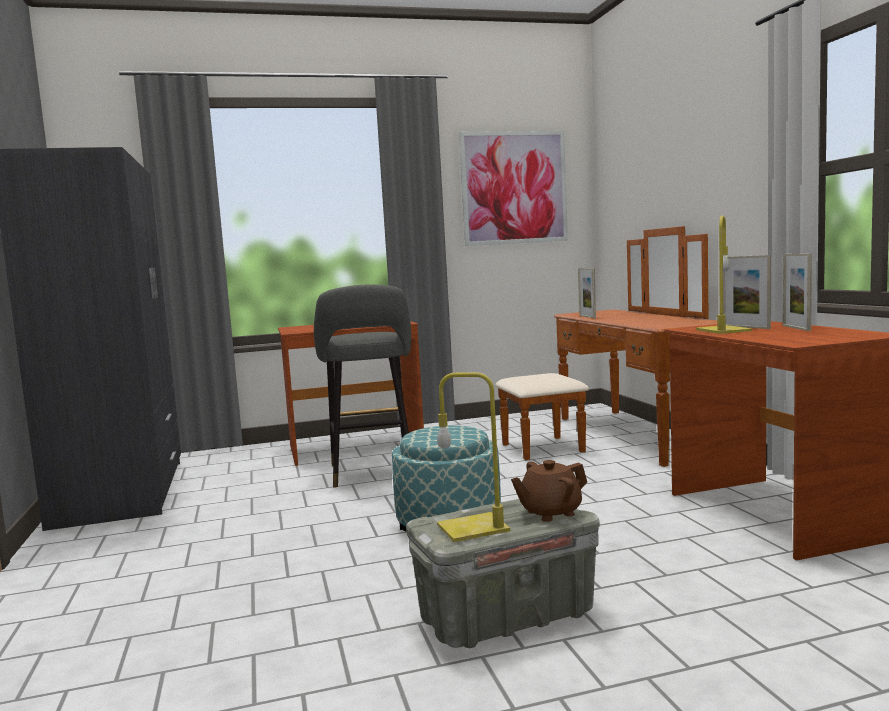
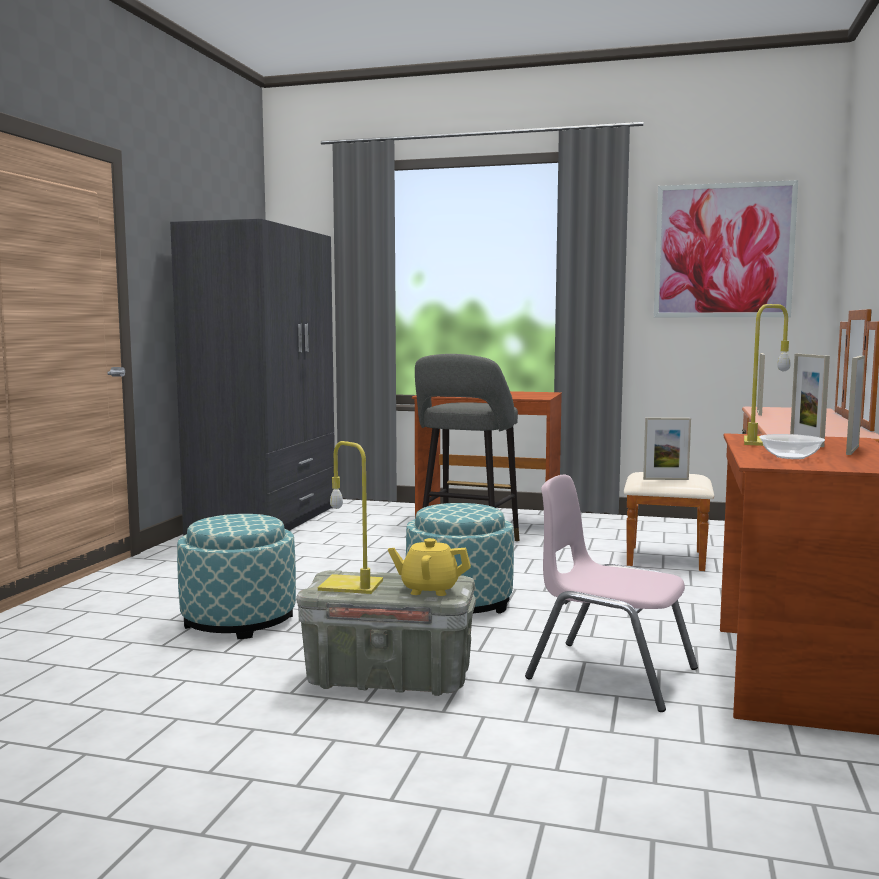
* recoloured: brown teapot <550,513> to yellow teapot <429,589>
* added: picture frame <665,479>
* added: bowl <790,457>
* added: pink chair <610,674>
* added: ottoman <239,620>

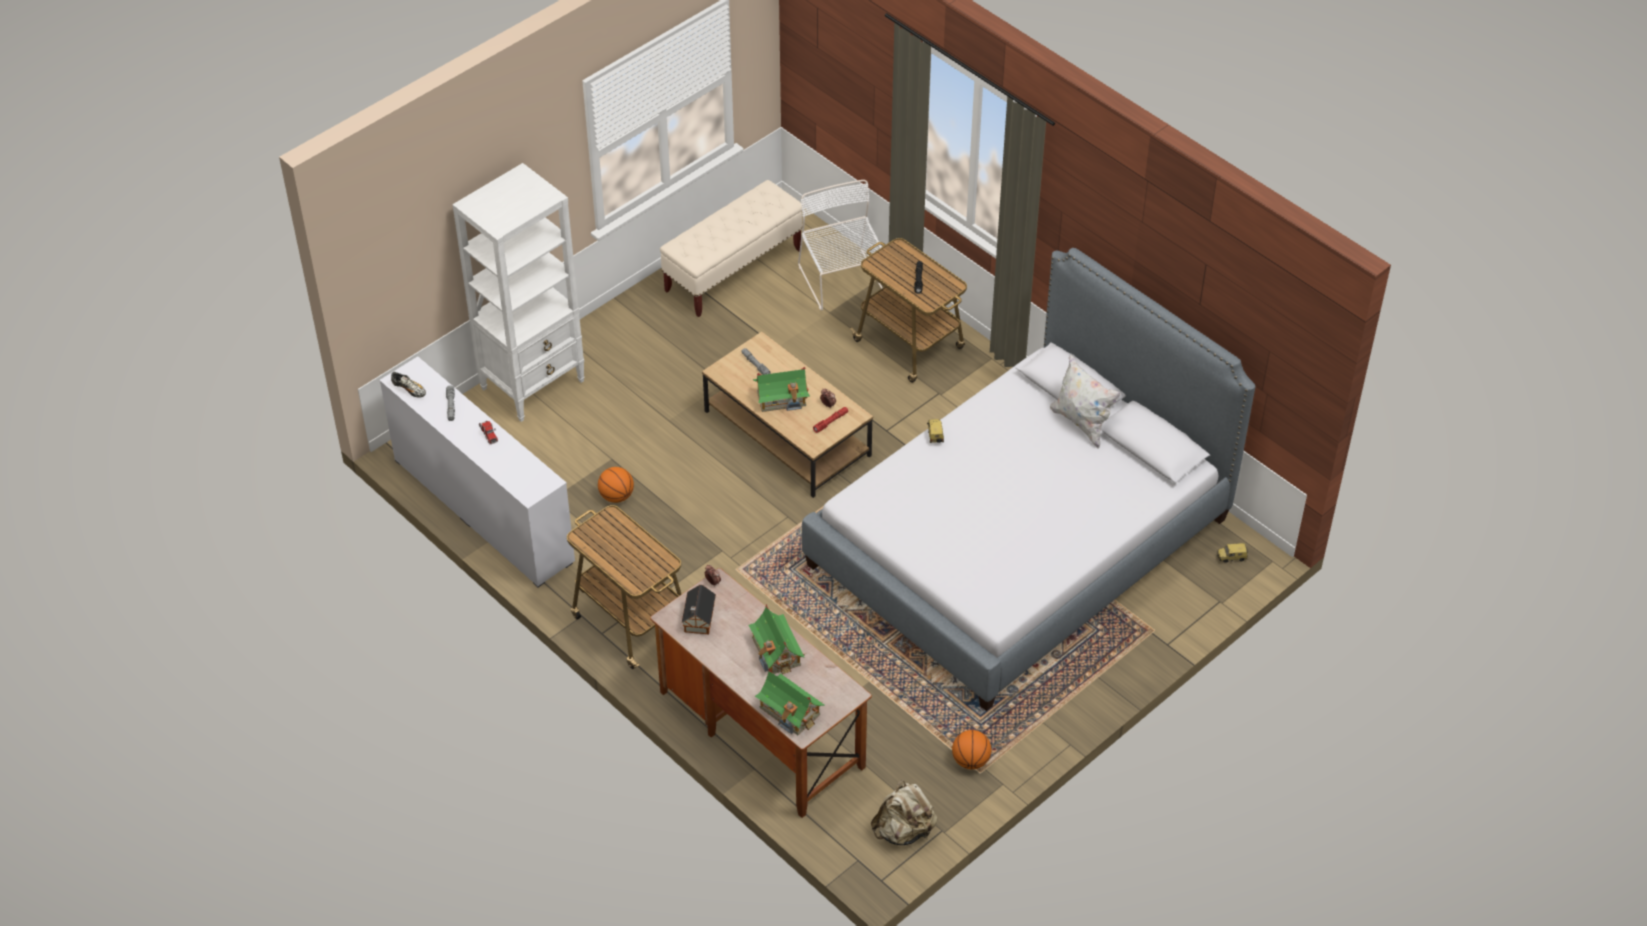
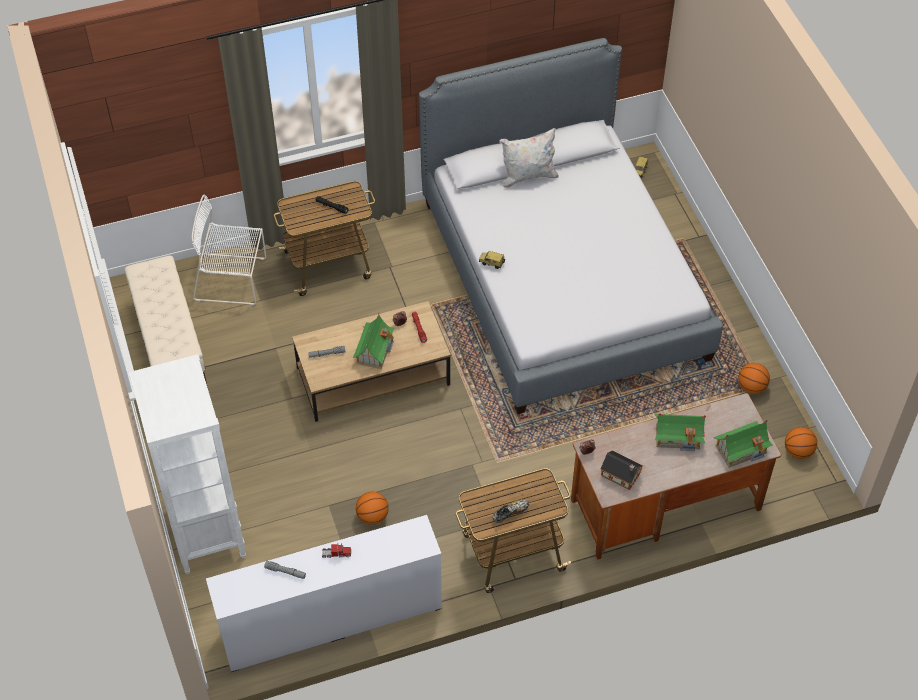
* moved: shoe <409,390> to <510,513>
* replaced: beige backpack <904,831> to basketball <798,451>

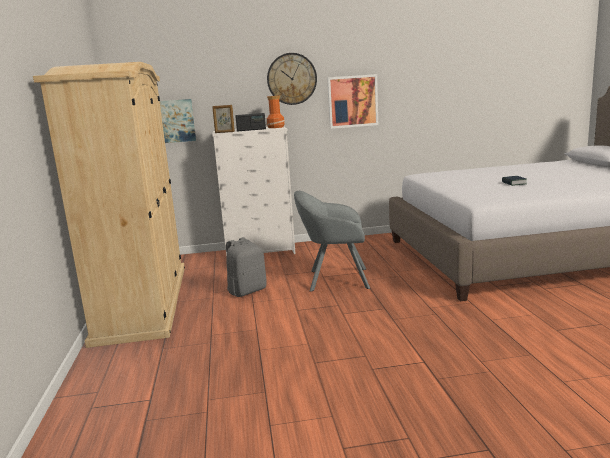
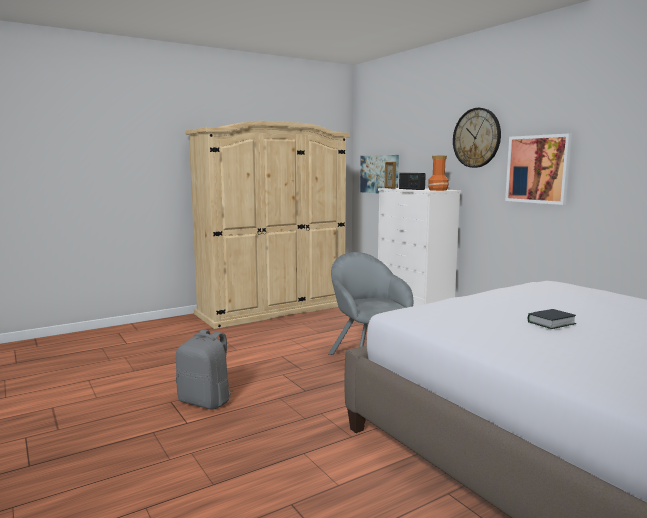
* moved: grey backpack <247,291> to <206,401>

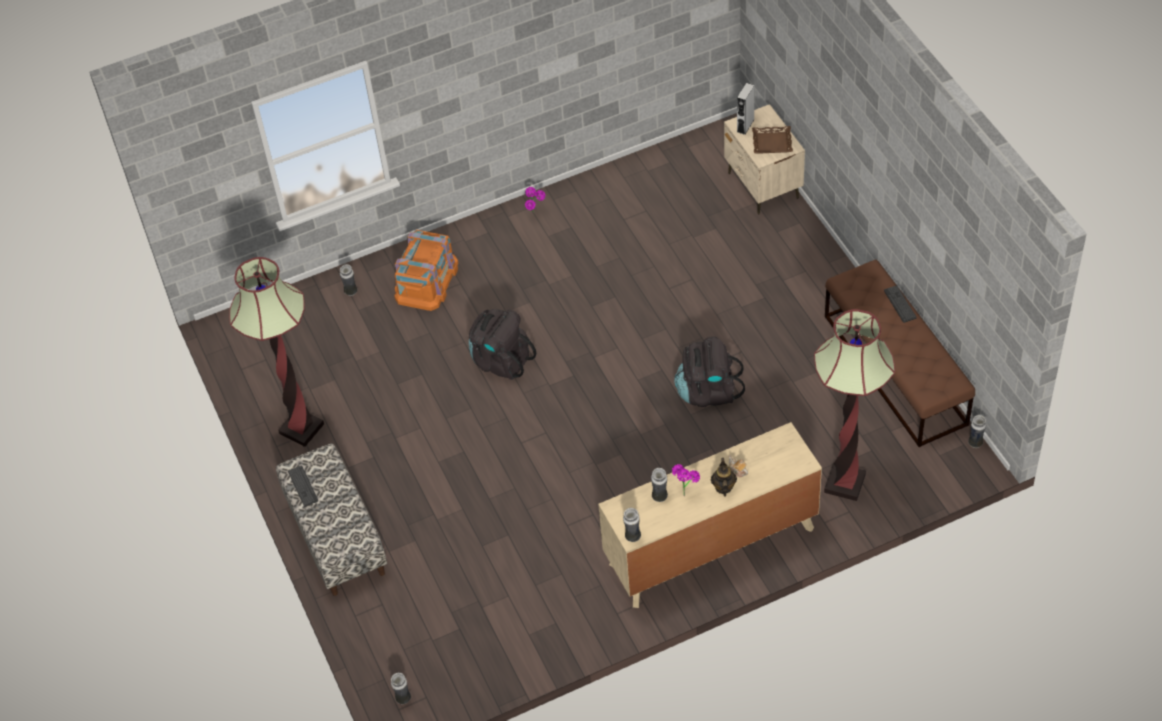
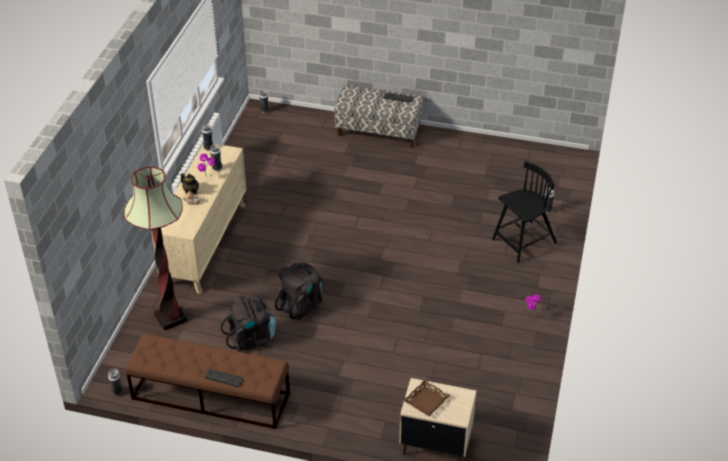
* removed: grey speaker <745,125>
* replaced: orange storage box <426,280> to black chair <523,242>
* removed: floor lamp <301,428>
* moved: black backpack <501,360> to <251,338>

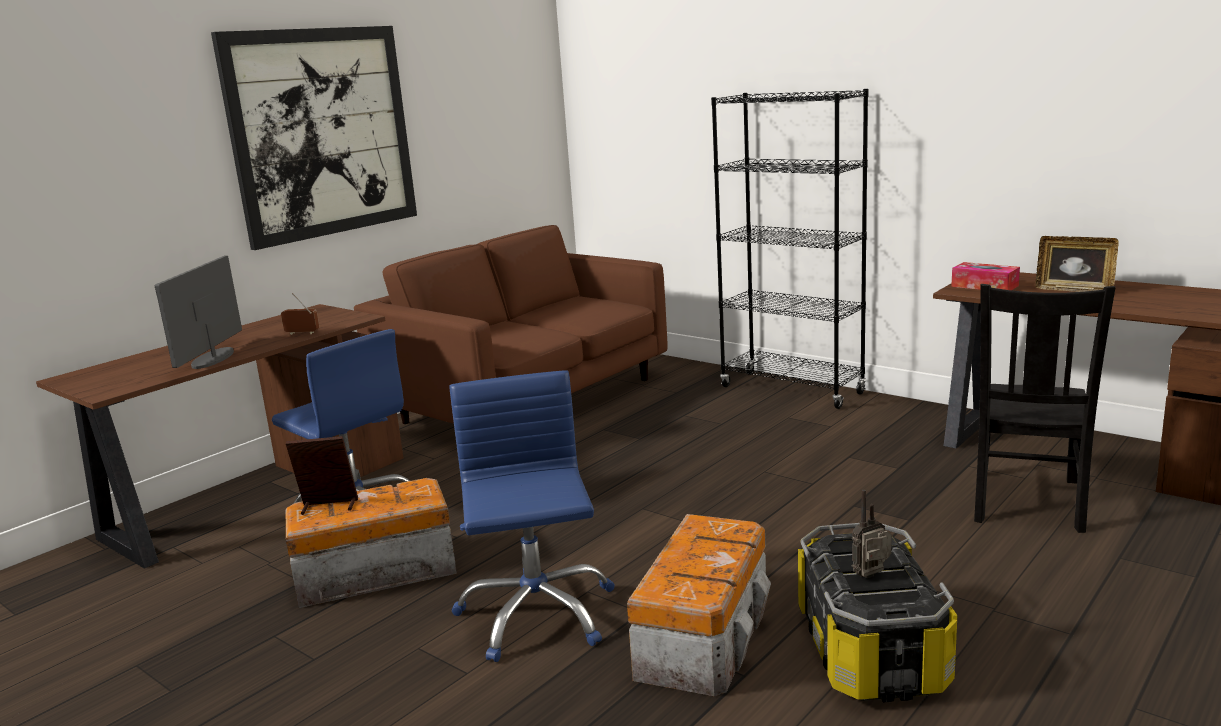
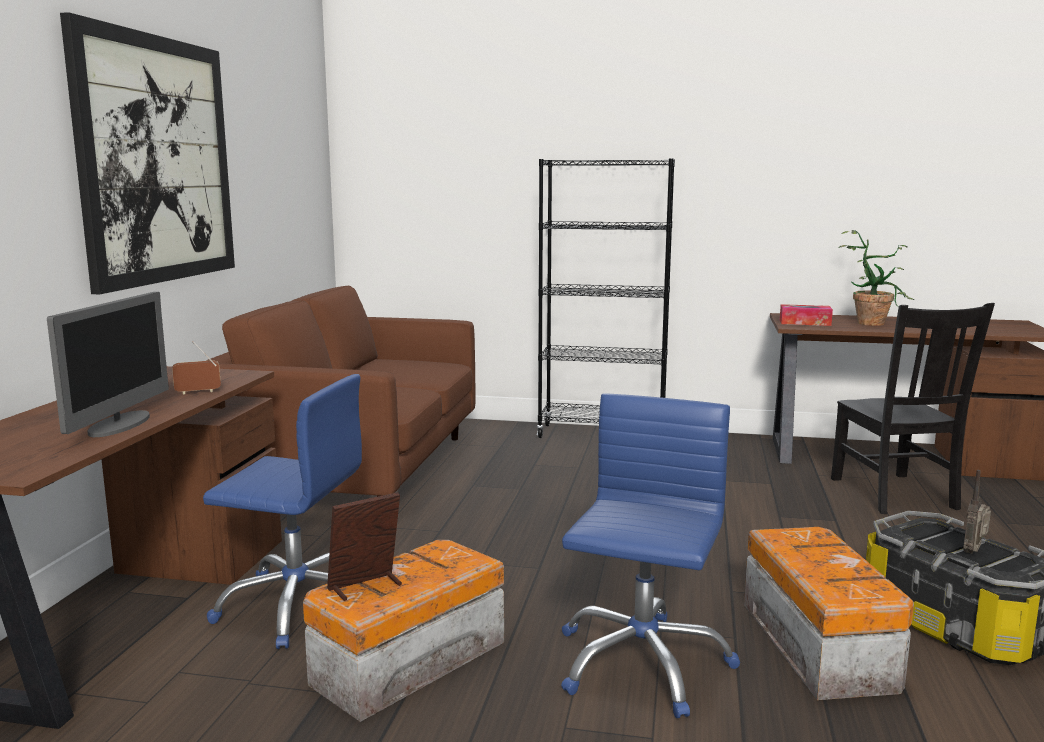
* replaced: picture frame <1074,290> to potted plant <872,322>
* turned: monitor <212,359> = <120,424> 150 degrees counterclockwise
* turned: blue office chair <536,614> = <641,662> 60 degrees clockwise

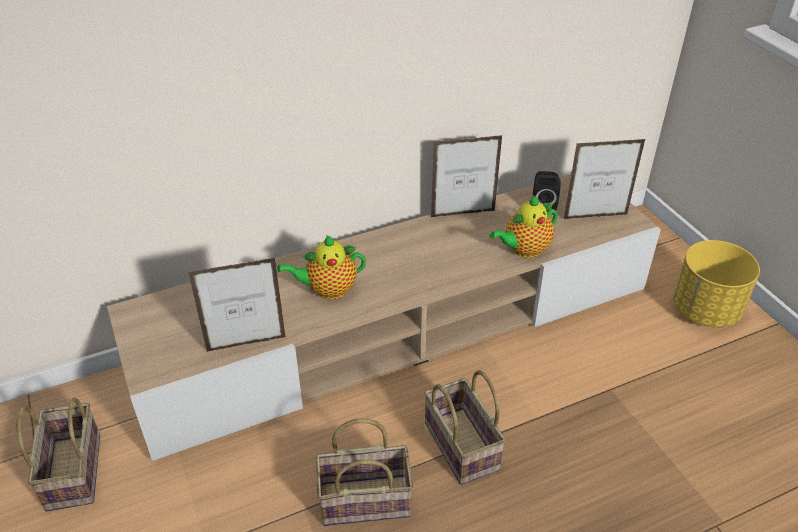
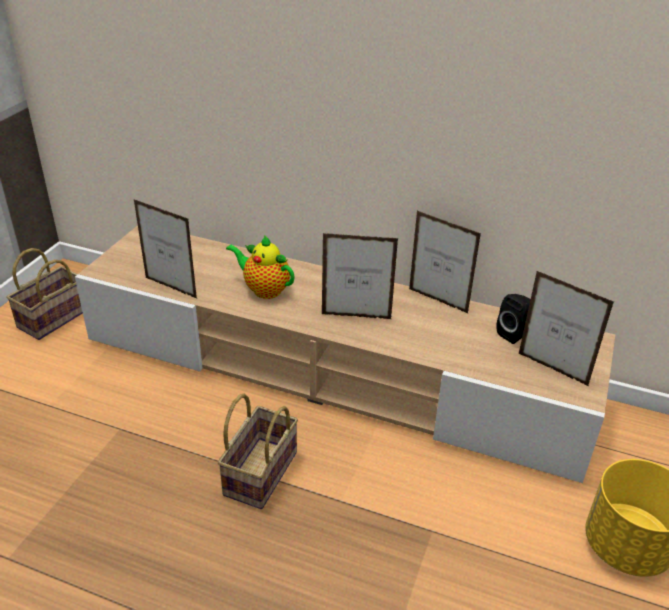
* removed: teapot <524,250>
* removed: basket <367,499>
* added: picture frame <356,316>

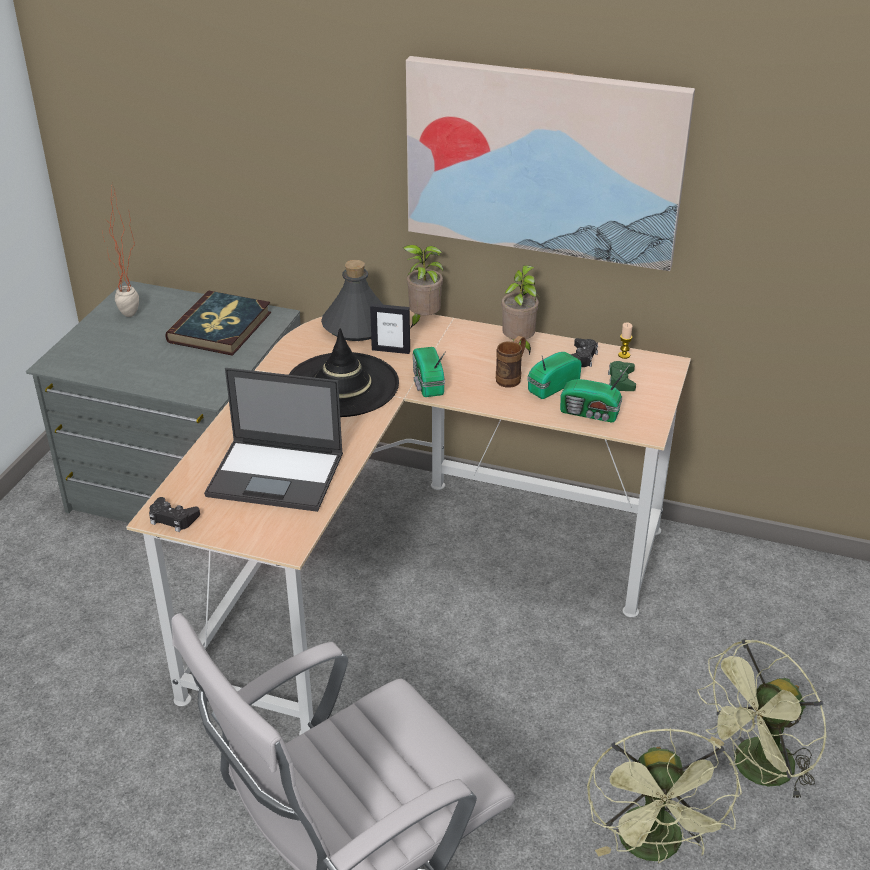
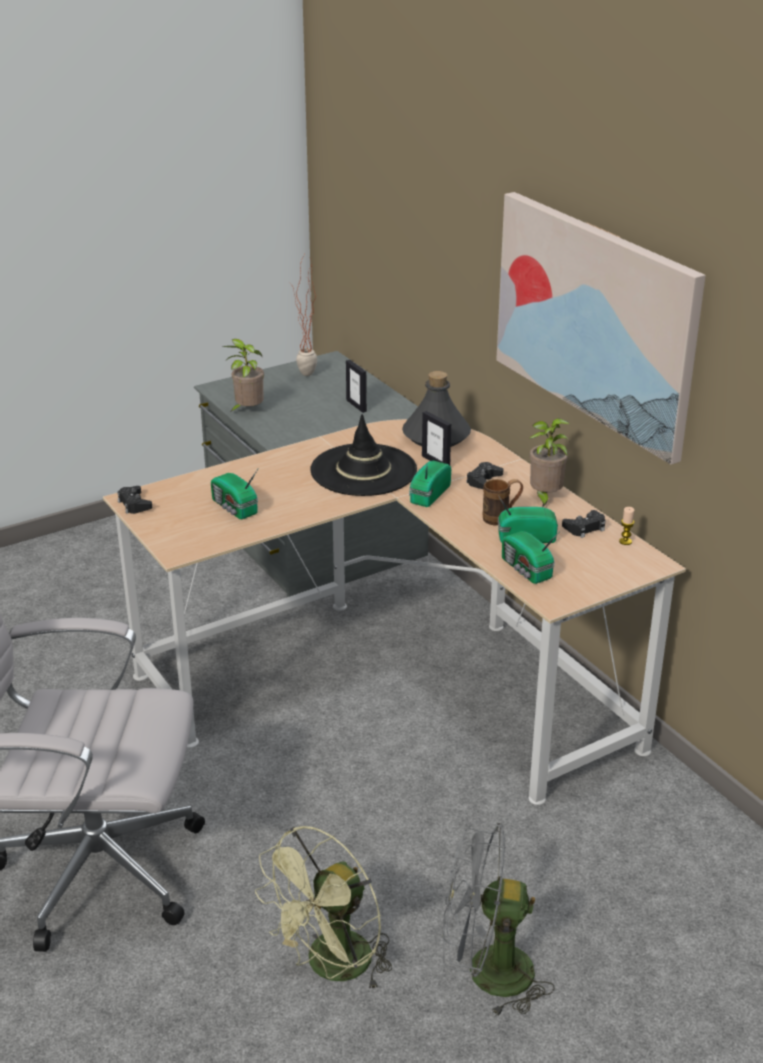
* moved: potted plant <423,320> to <247,411>
* replaced: book <220,327> to picture frame <356,406>
* removed: green game controller <621,381>
* replaced: laptop <277,475> to radio <234,508>
* recoloured: green fan <756,772> to grey fan <485,973>
* added: black game controller <483,480>

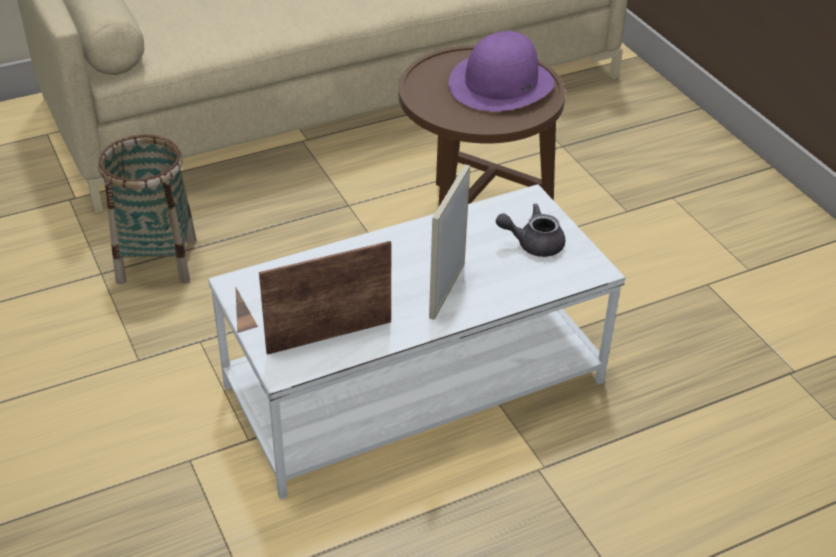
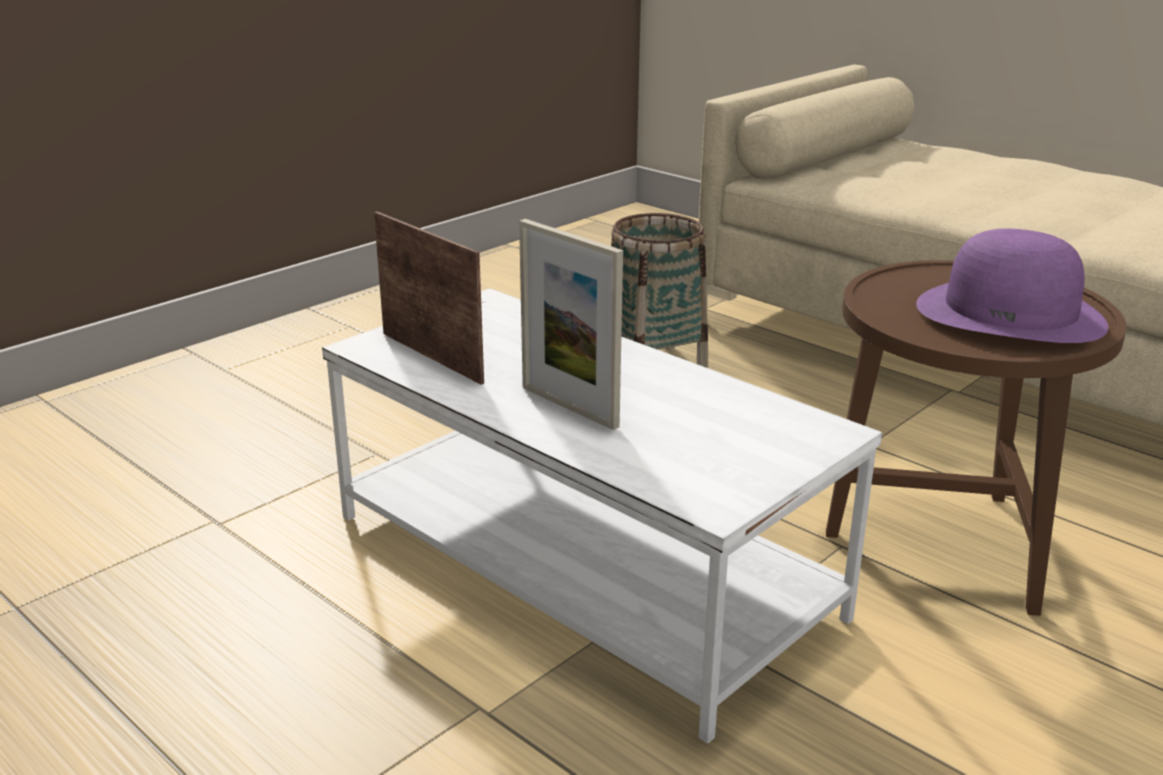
* turned: picture frame <447,290> = <569,407> 135 degrees counterclockwise
* removed: grey teapot <533,243>

